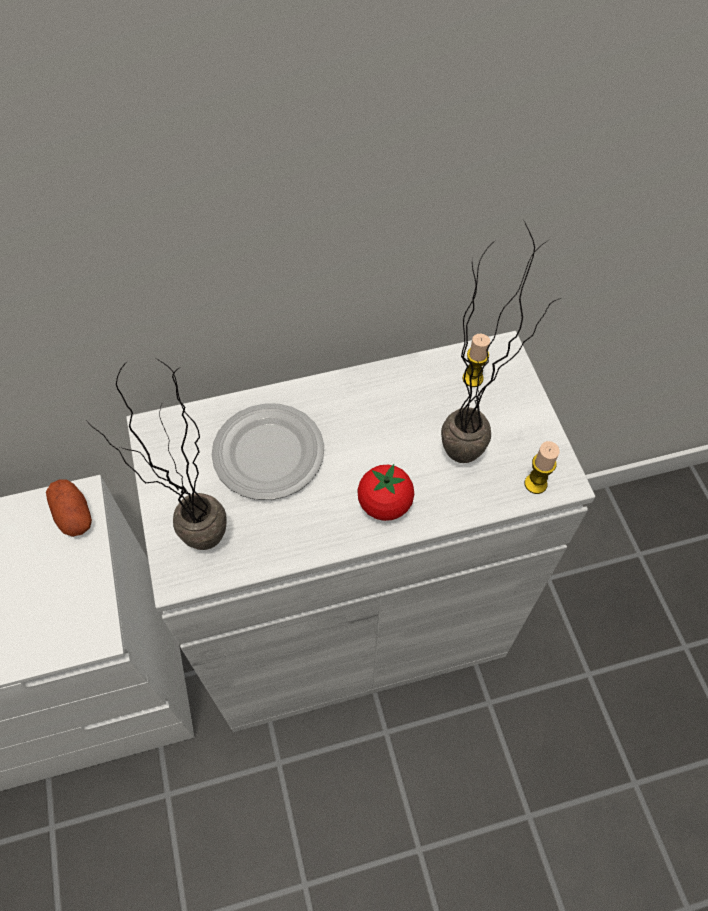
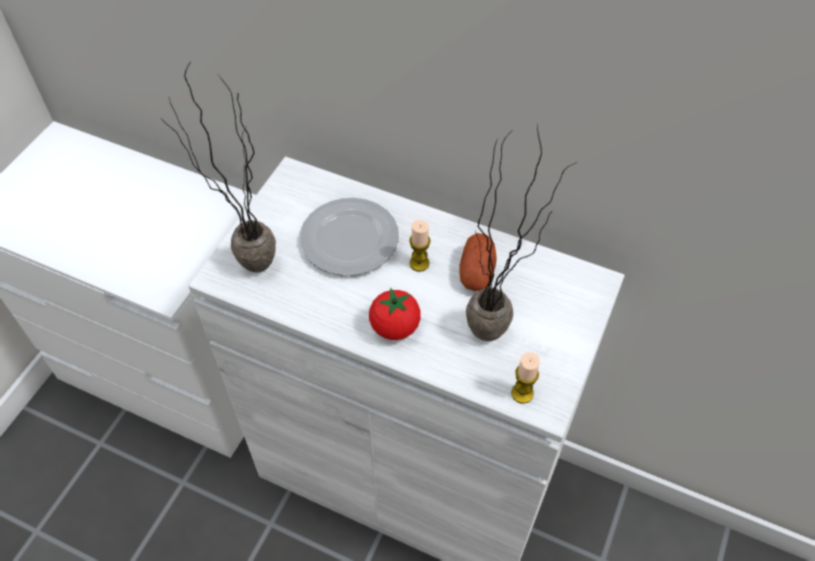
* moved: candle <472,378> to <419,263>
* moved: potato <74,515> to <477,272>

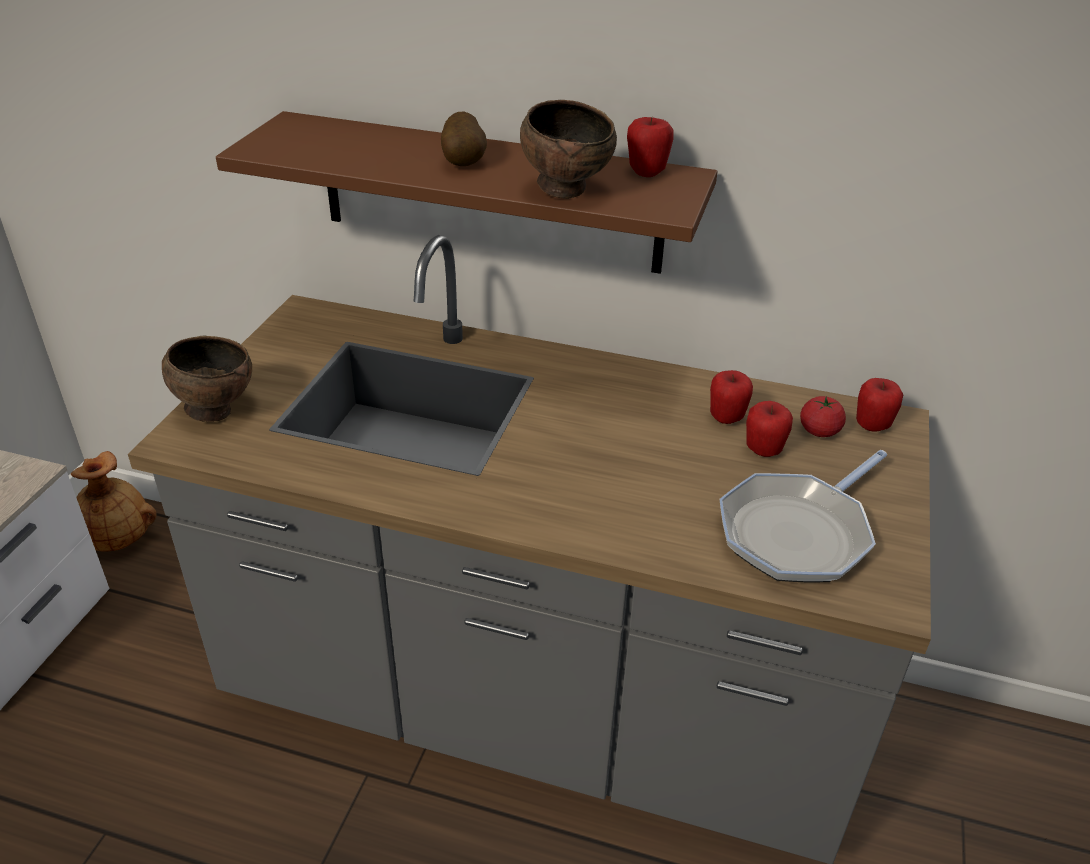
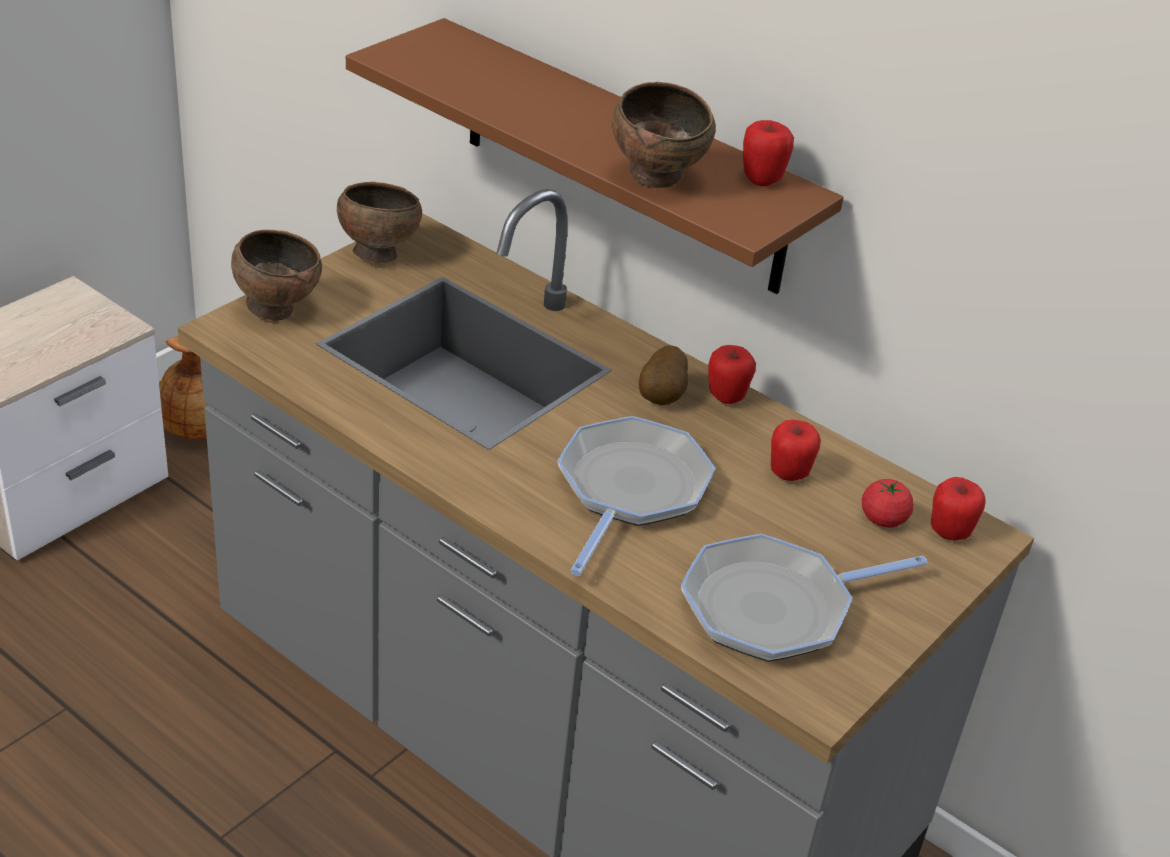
* moved: potato <464,163> to <662,397>
* moved: apple <763,451> to <726,398>
* added: brown bowl <377,254>
* added: frying pan <630,490>

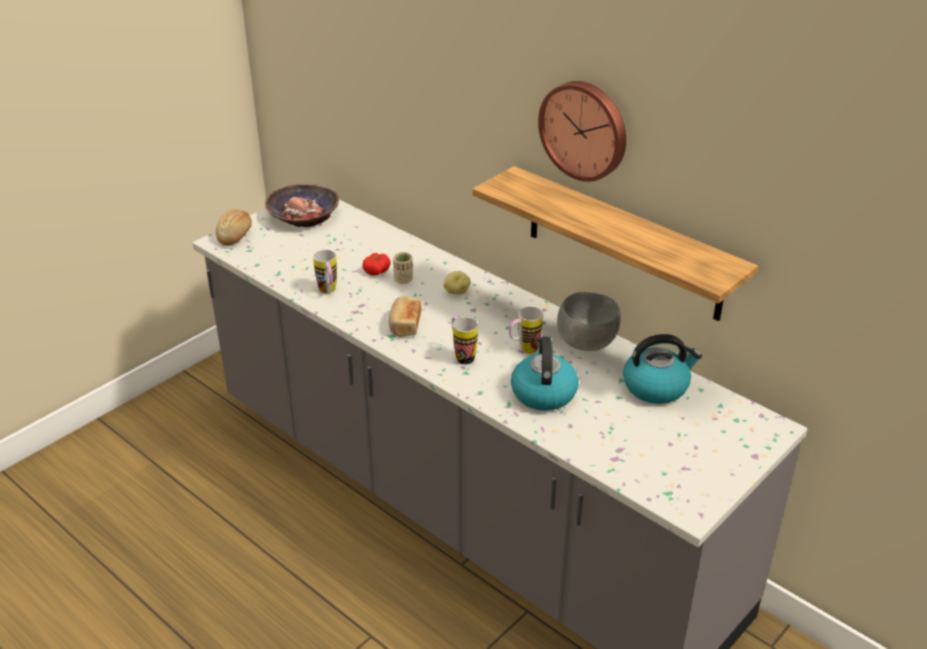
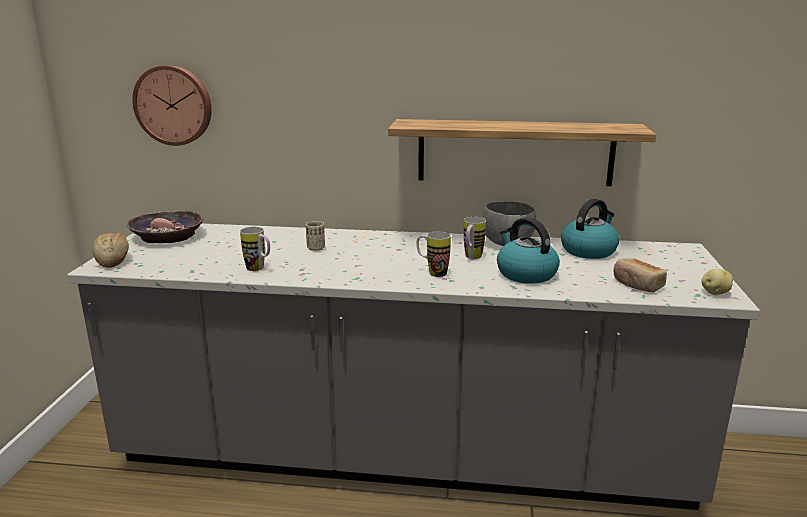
* moved: wall clock <585,129> to <174,105>
* removed: tomato <377,270>
* moved: potato <456,292> to <714,293>
* moved: bread <404,325> to <637,285>

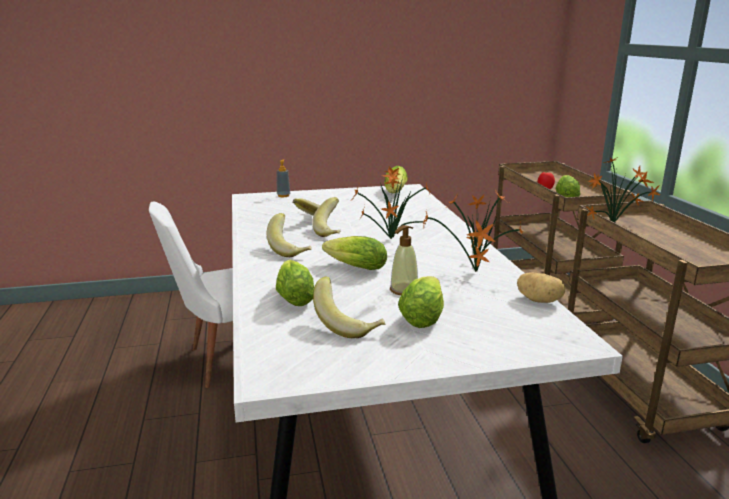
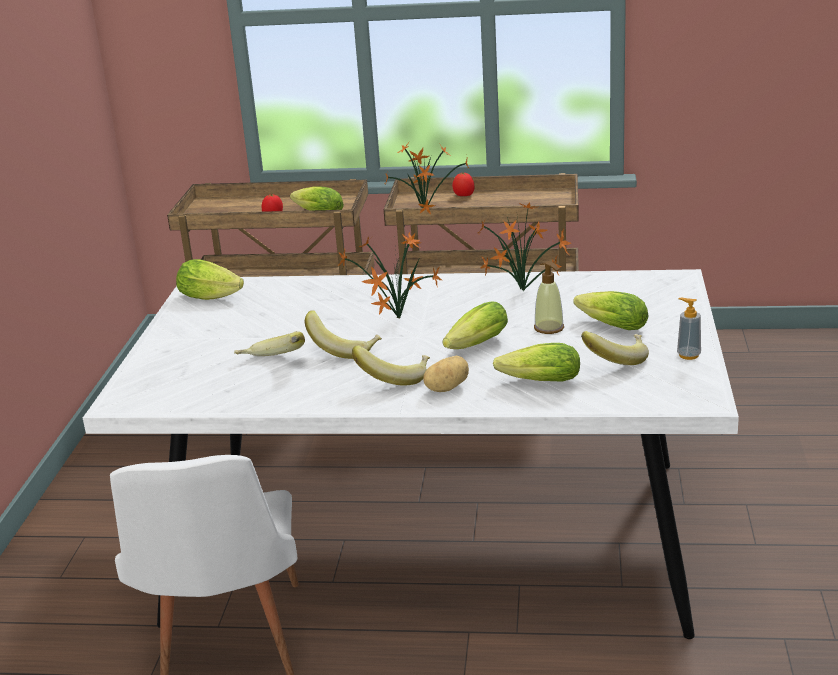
* moved: soap dispenser <283,195> to <688,355>
* moved: potato <539,300> to <446,388>
* added: tomato <463,196>

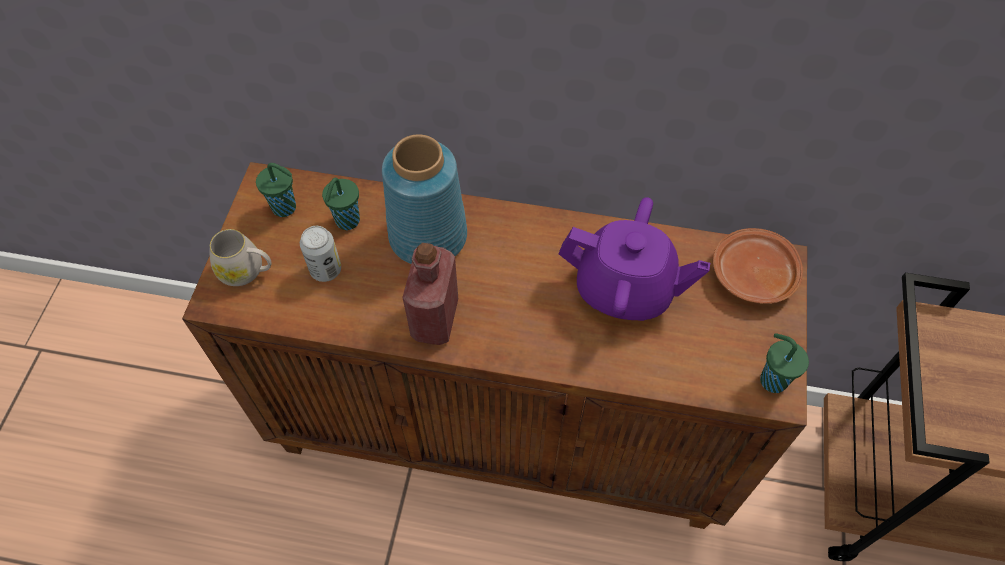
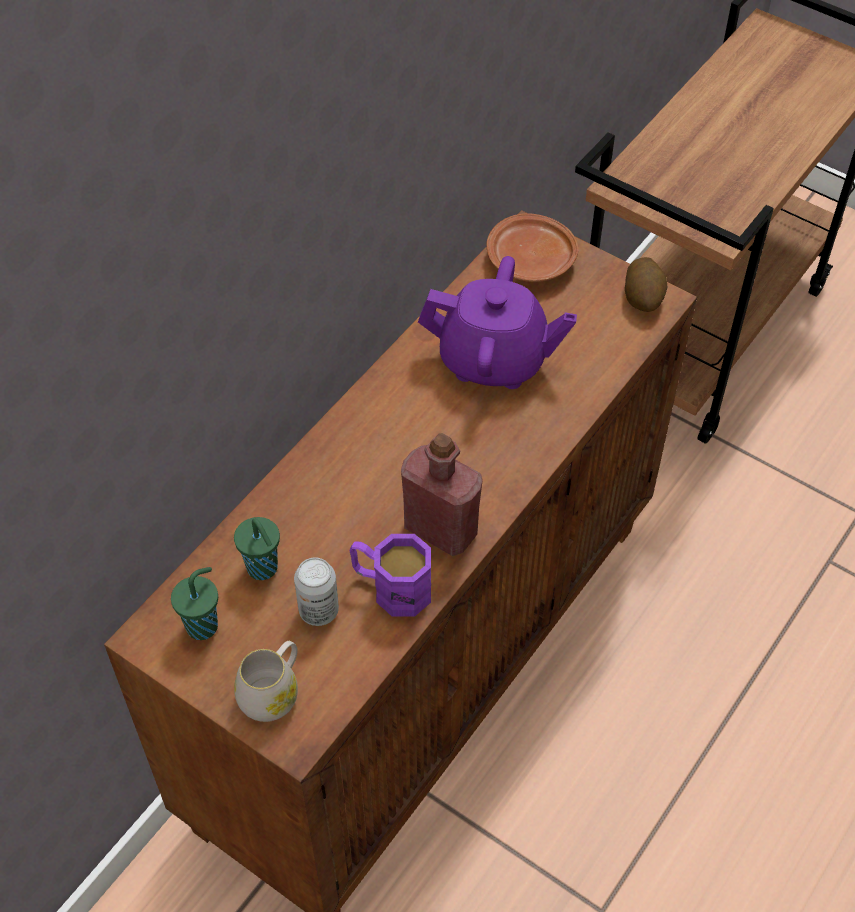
* removed: blue vase <427,235>
* turned: purple teapot <625,290> = <493,360> 60 degrees clockwise
* replaced: green cup <772,379> to potato <643,298>
* added: purple mug <391,588>

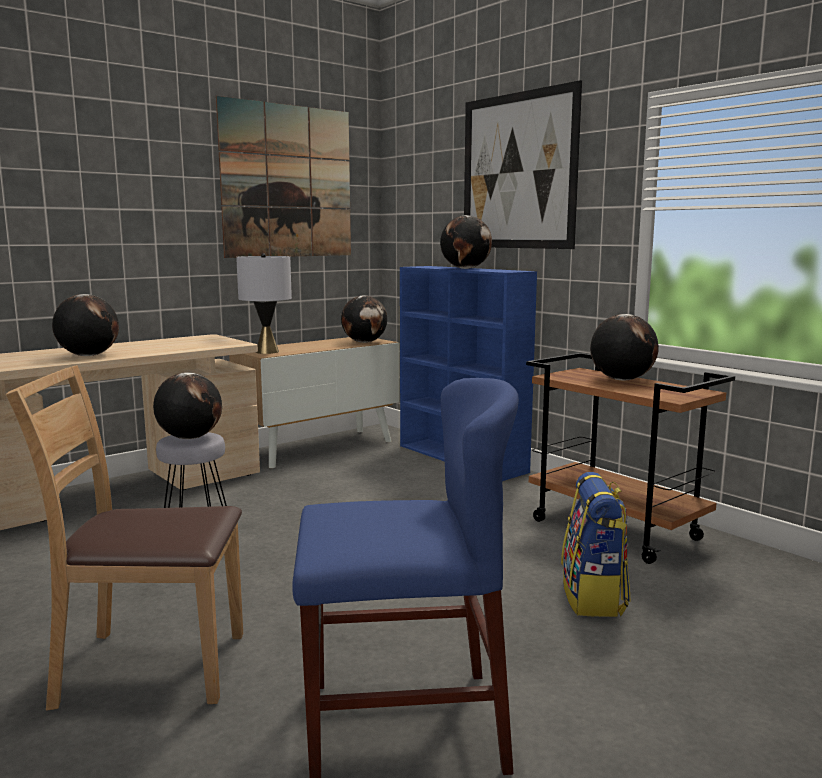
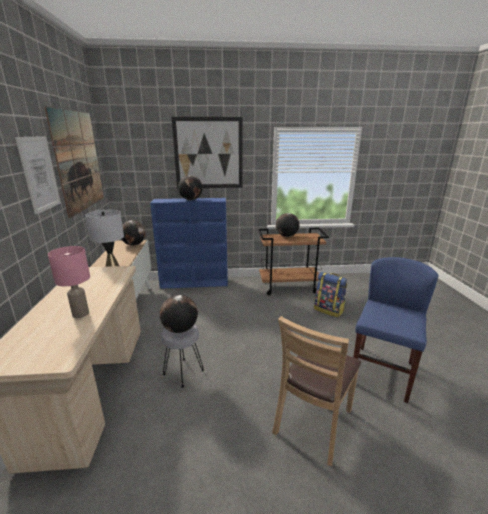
* replaced: globe <88,356> to pink table lamp <80,314>
* added: picture <39,174>

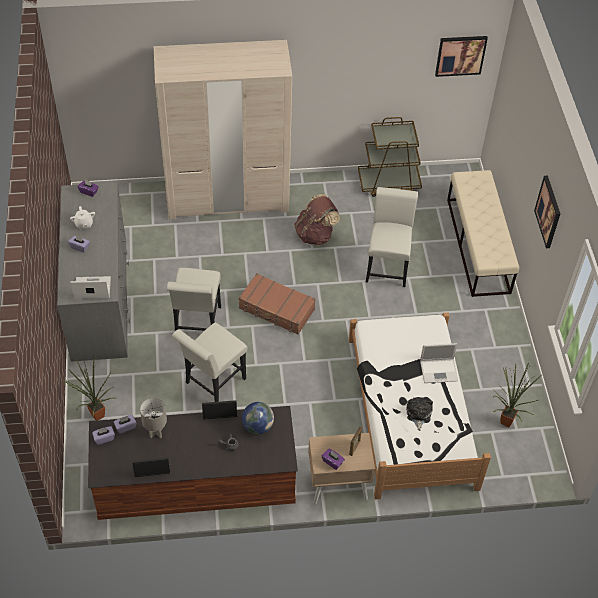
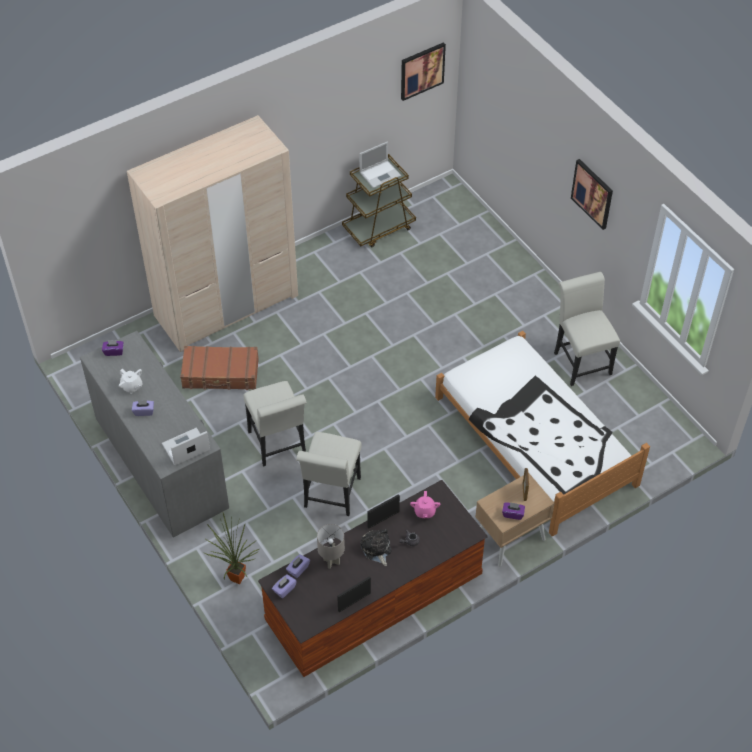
* removed: beige bench <478,246>
* moved: white chair <387,266> to <580,360>
* removed: brown backpack <315,234>
* moved: brown suitcase <276,309> to <221,374>
* moved: laptop <439,370> to <380,174>
* removed: potted plant <504,421>
* moved: plush toy <418,414> to <376,549>
* replaced: globe <258,426> to pink teapot <424,512>

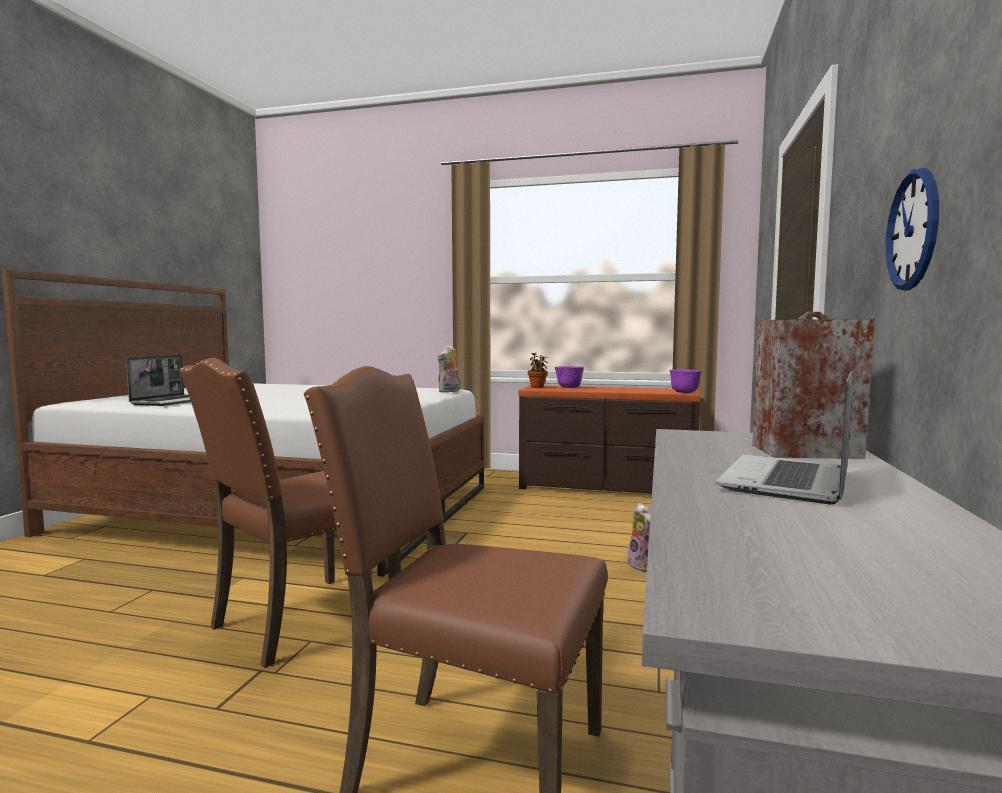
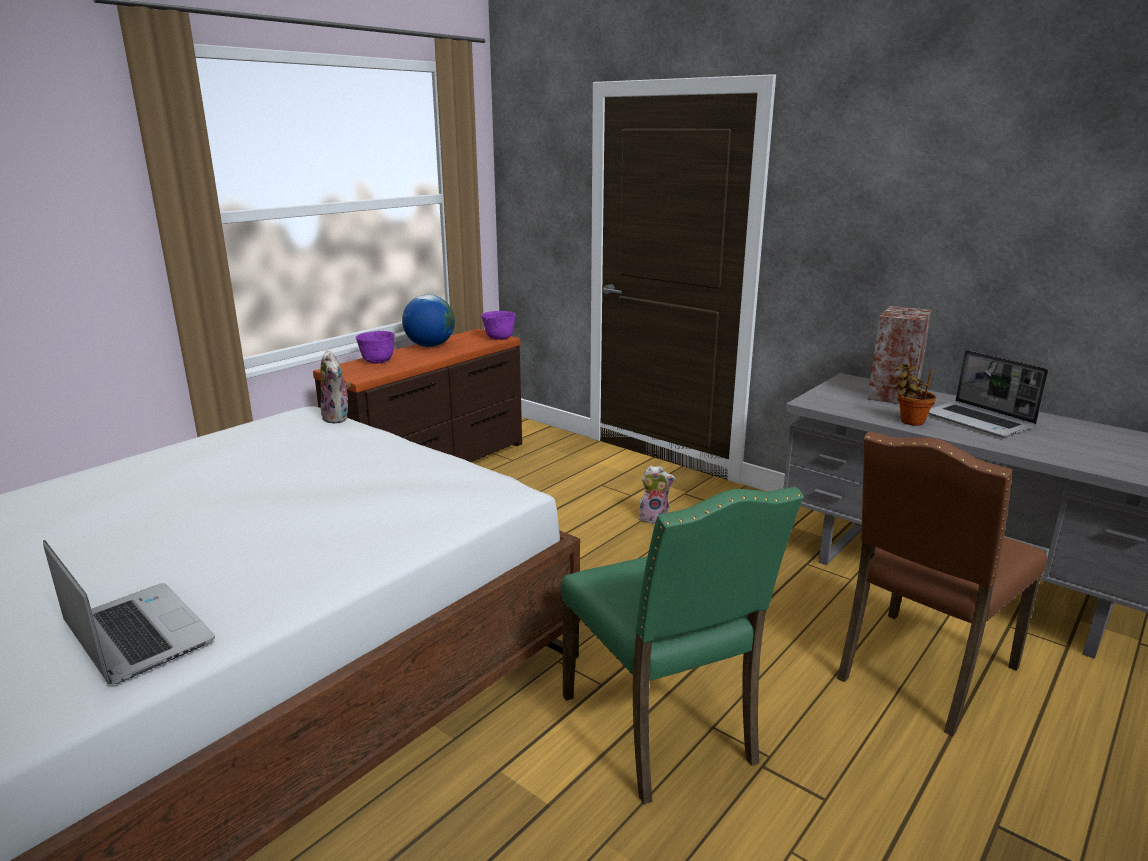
* removed: wall clock <913,230>
* moved: potted plant <537,387> to <909,421>
* recoloured: brown chair <301,621> to green chair <663,729>
* added: globe <430,346>

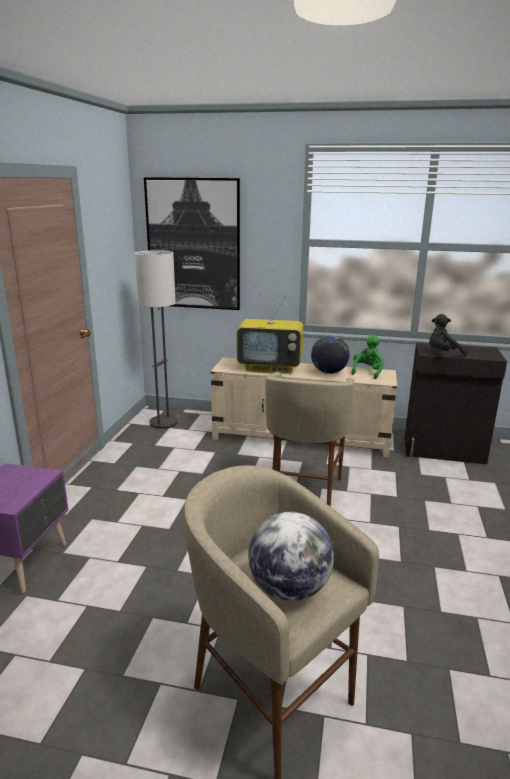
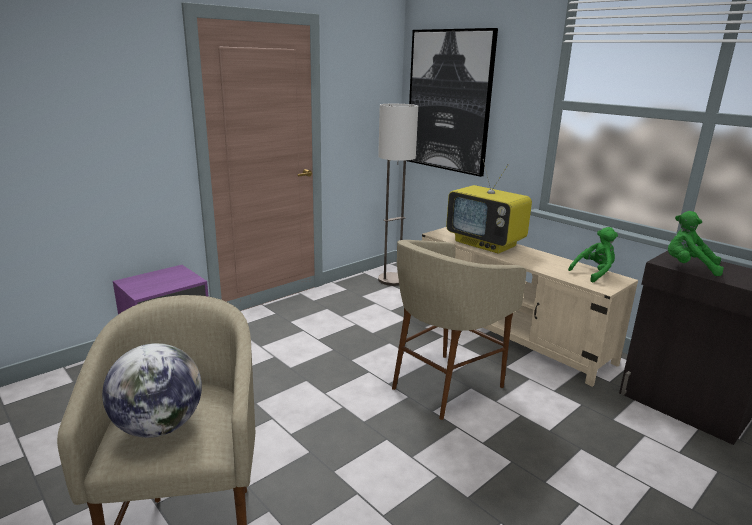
* recoloured: black plush toy <443,353> to green plush toy <688,267>
* removed: globe <328,372>

